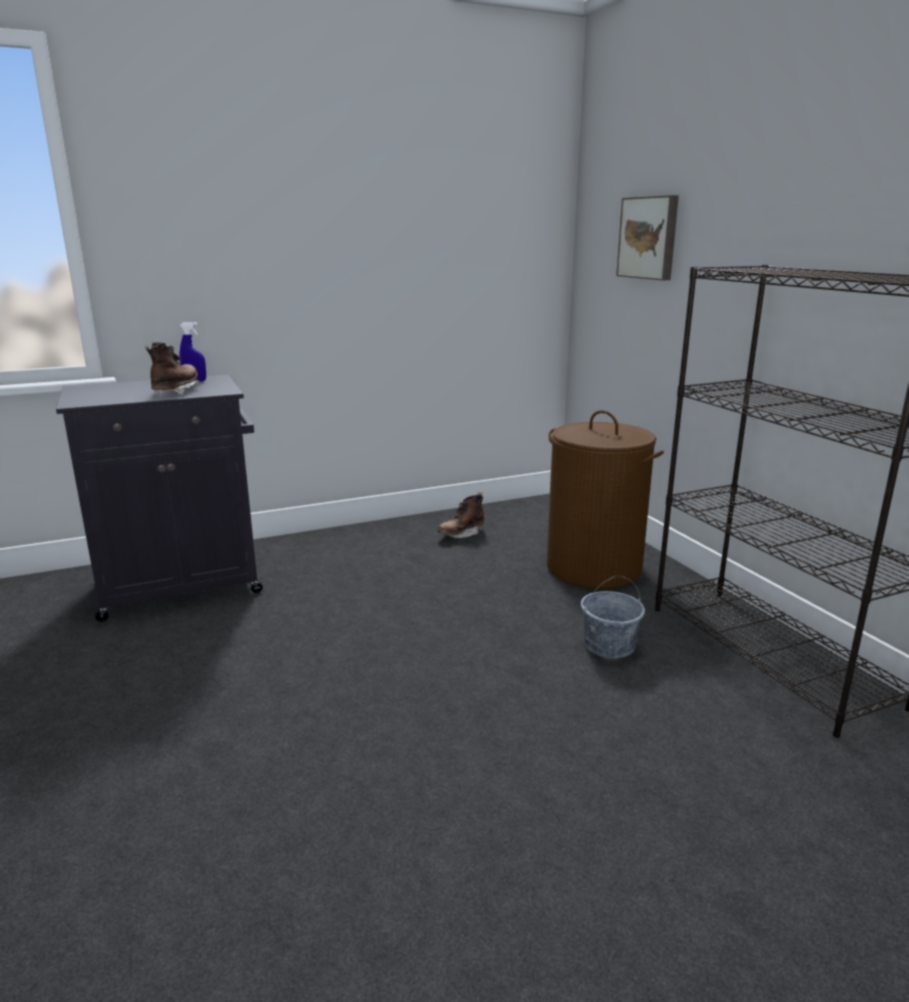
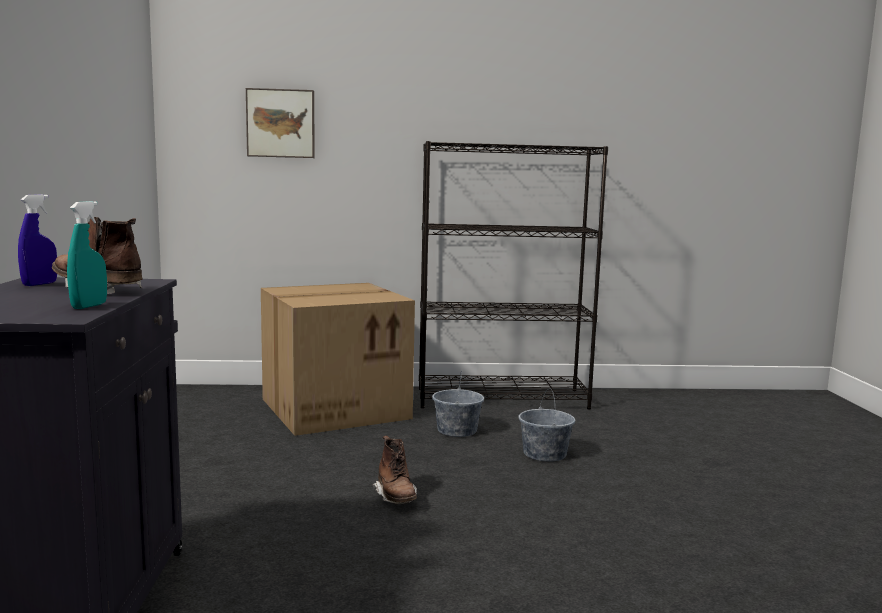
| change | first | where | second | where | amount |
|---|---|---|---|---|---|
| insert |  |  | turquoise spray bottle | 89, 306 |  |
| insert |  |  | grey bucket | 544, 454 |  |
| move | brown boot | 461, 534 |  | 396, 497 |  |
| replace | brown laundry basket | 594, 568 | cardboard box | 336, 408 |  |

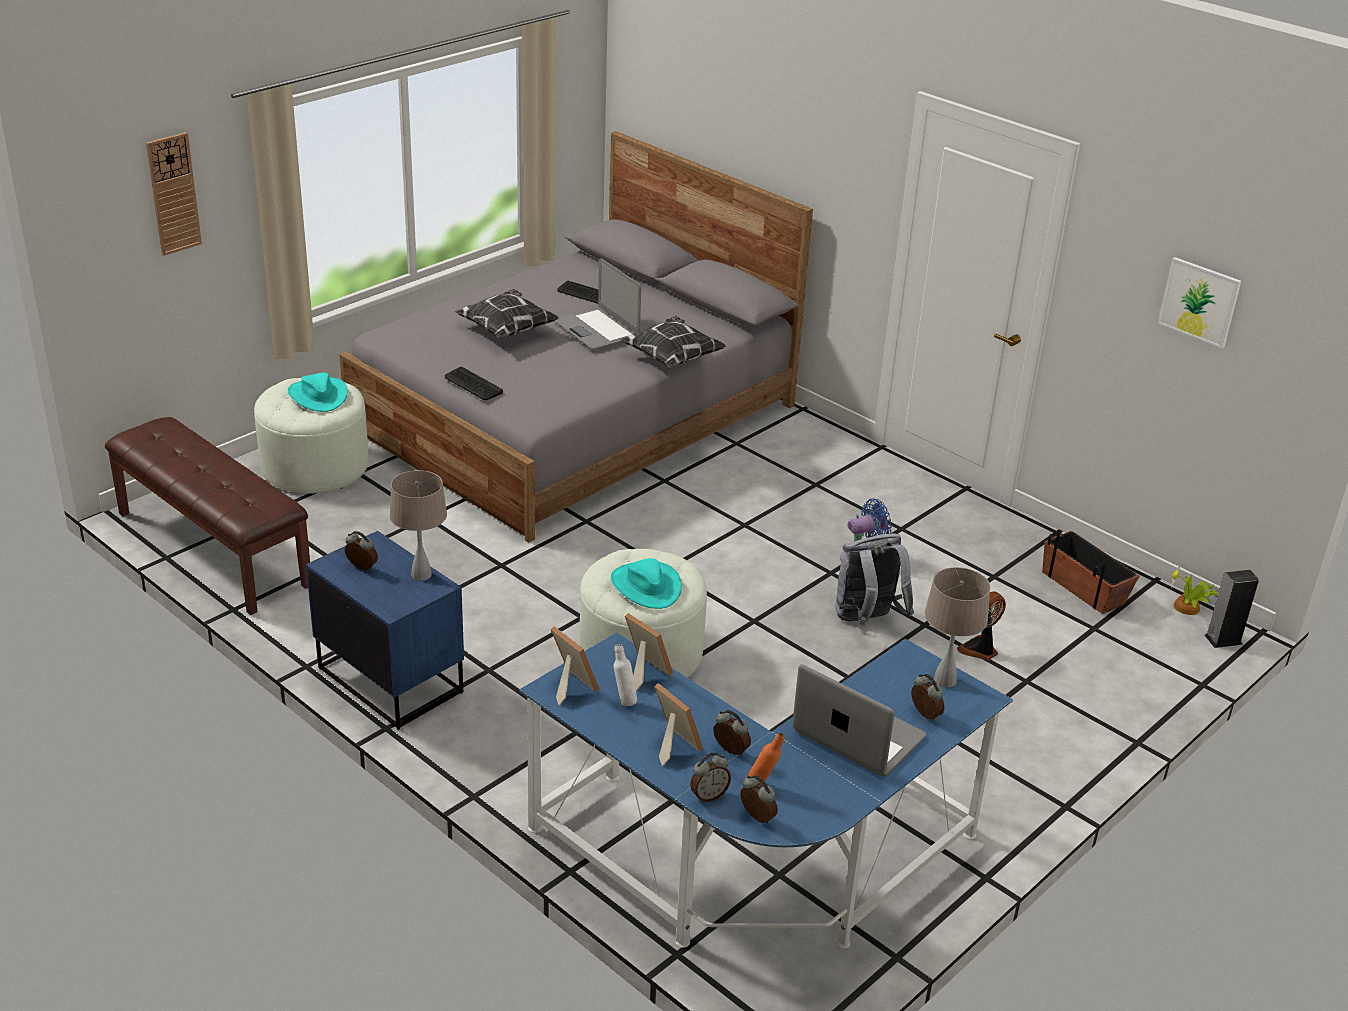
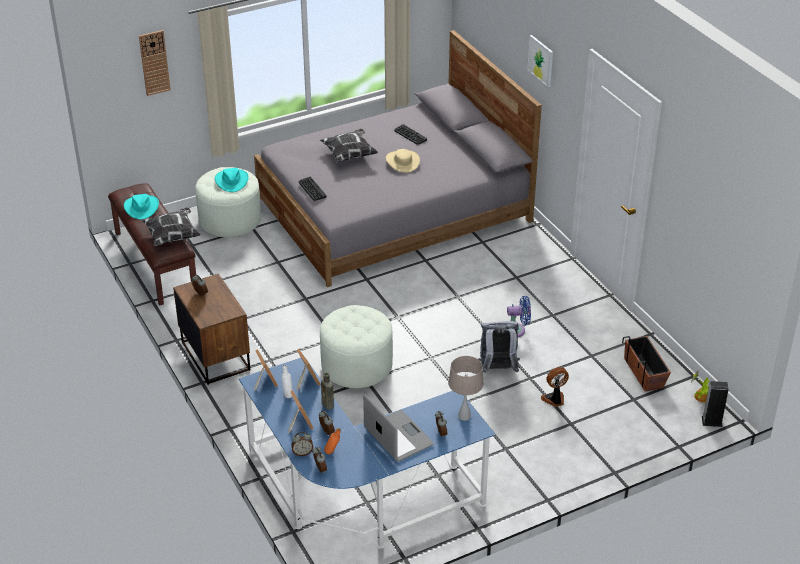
| change | first | where | second | where | amount |
|---|---|---|---|---|---|
| delete | beige table lamp | 421, 574 |  |  |  |
| insert |  |  | brown bottle | 328, 405 |  |
| move | turquoise hat | 645, 586 |  | 141, 207 |  |
| move | pillow | 672, 358 |  | 173, 236 |  |
| move | picture | 1199, 301 |  | 541, 60 |  |
| replace | laptop | 597, 330 | beige hat | 402, 161 |  |
| recolor | blue nightstand | 391, 679 | brown nightstand | 216, 356 |  |

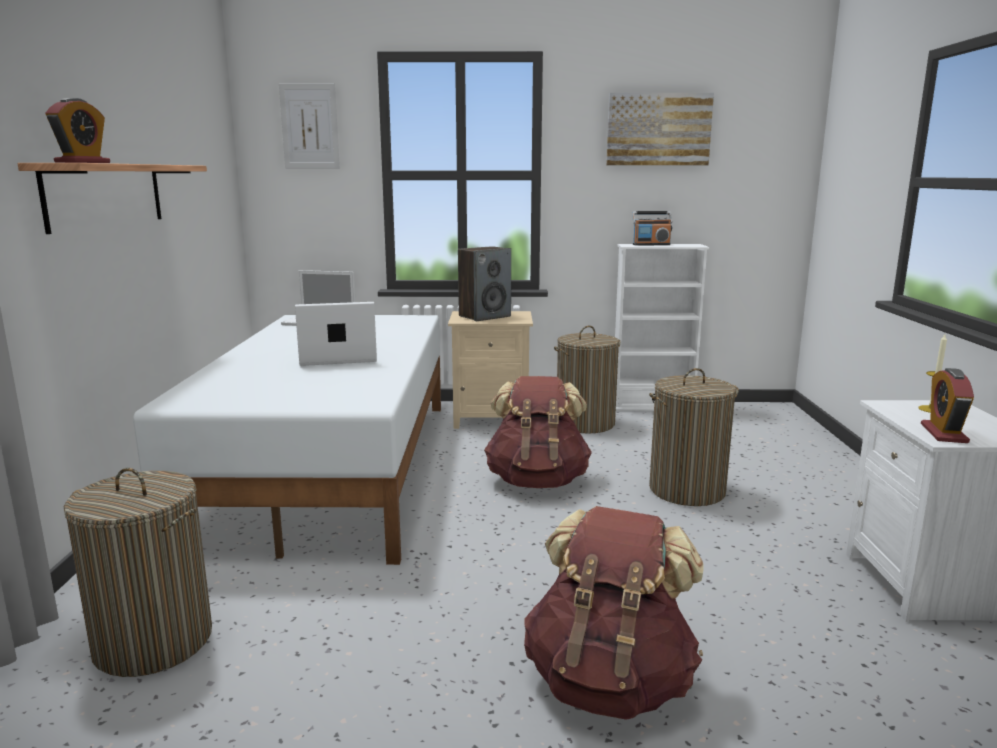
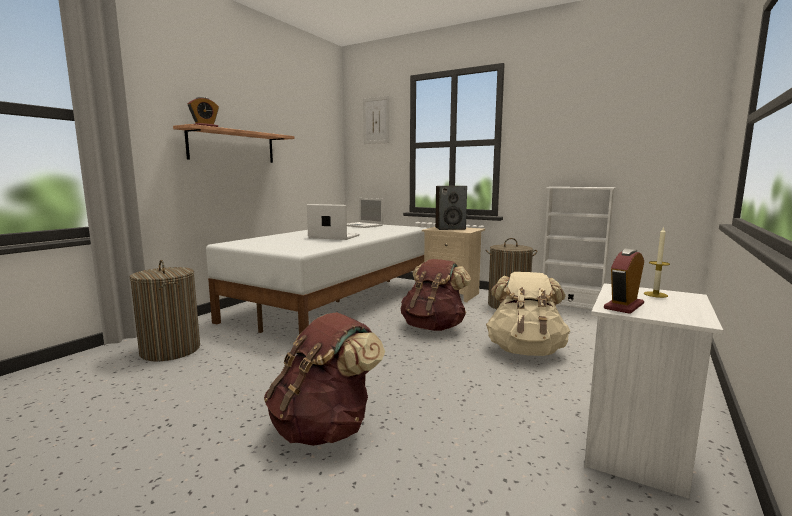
| change | first | where | second | where | amount |
|---|---|---|---|---|---|
| delete | picture | 658, 129 |  |  |  |
| delete | radio | 651, 244 |  |  |  |
| replace | laundry basket | 687, 490 | beige backpack | 525, 351 |  |

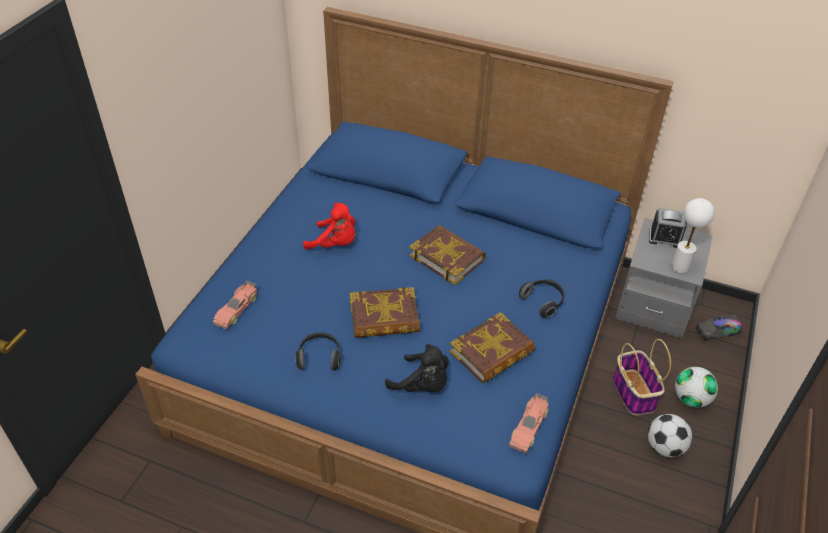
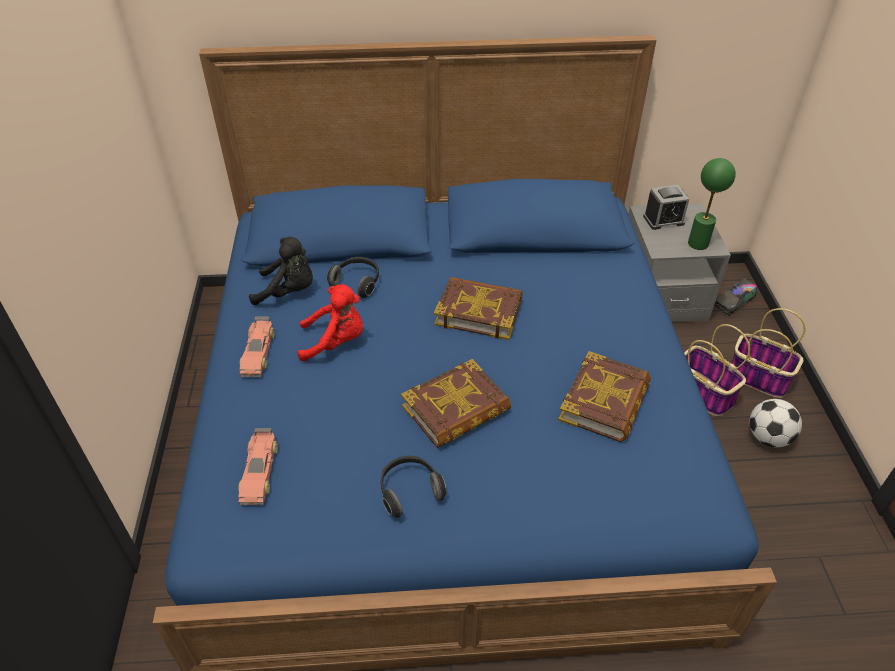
| change | first | where | second | where | amount |
|---|---|---|---|---|---|
| move | black plush toy | 422, 385 |  | 288, 292 |  |
| move | toy car | 529, 427 |  | 258, 352 |  |
| move | headphones | 543, 302 |  | 357, 283 |  |
| replace | football | 691, 399 | basket | 757, 378 |  |
| recolor | white table lamp | 680, 267 | green table lamp | 698, 243 |  |

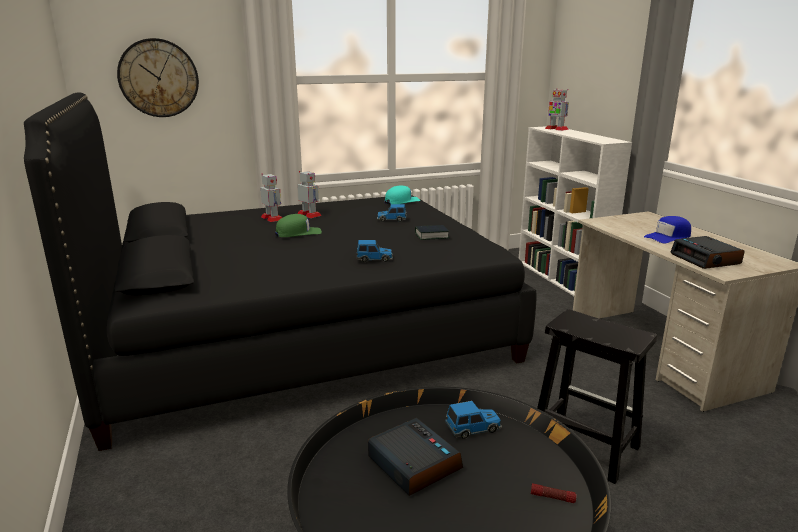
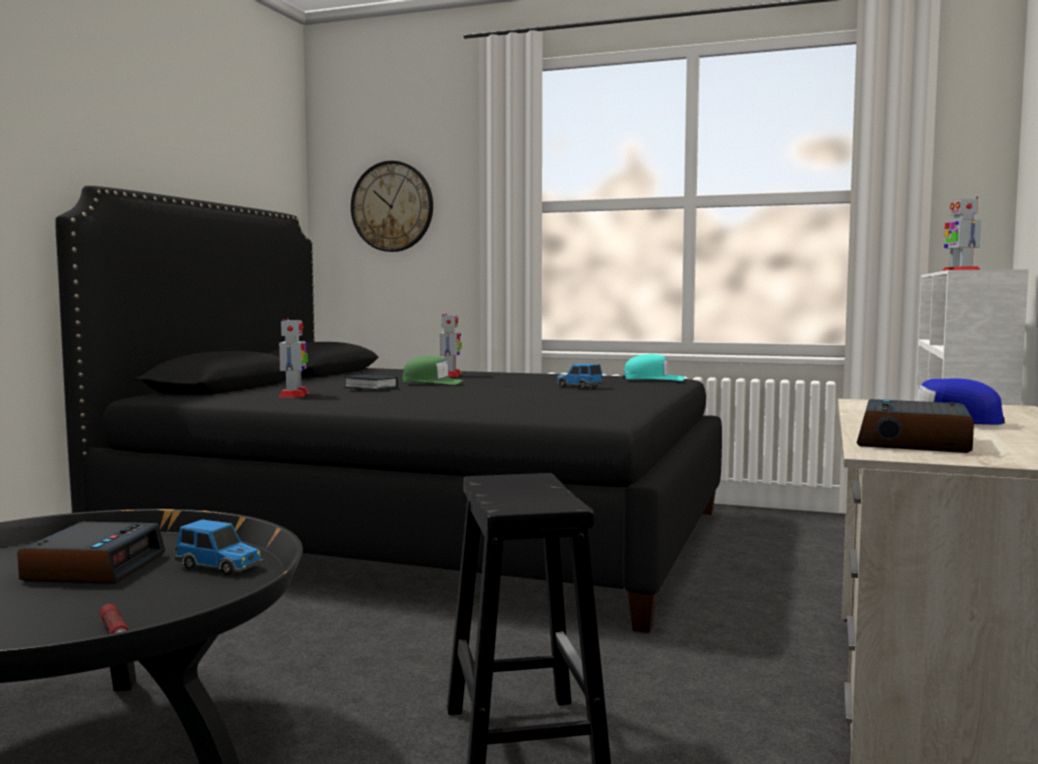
| change | first | where | second | where | amount |
|---|---|---|---|---|---|
| delete | toy car | 374, 259 |  |  |  |
| move | toy robot | 309, 215 |  | 294, 395 |  |
| move | book | 431, 236 |  | 371, 388 |  |

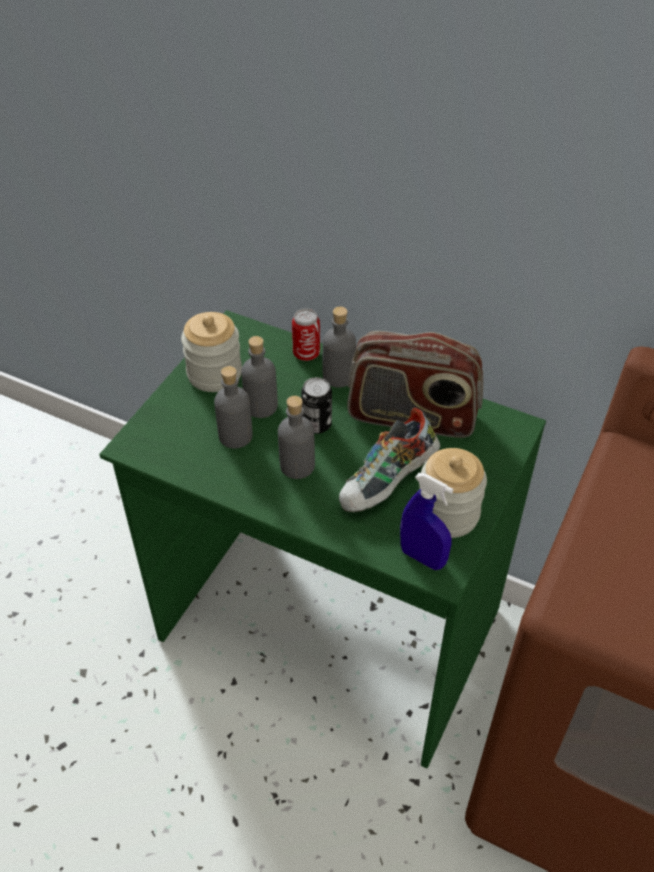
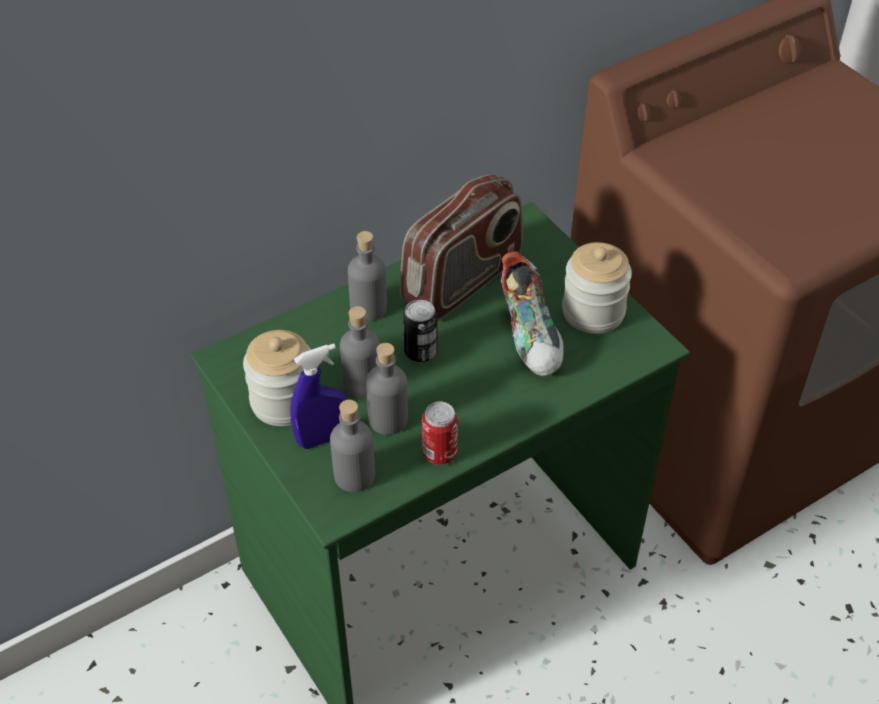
| change | first | where | second | where | amount |
|---|---|---|---|---|---|
| move | grey bottle | 297, 466 |  | 354, 476 |  |
| move | can | 306, 354 |  | 439, 453 |  |
| move | blue spray bottle | 422, 557 |  | 322, 438 |  |

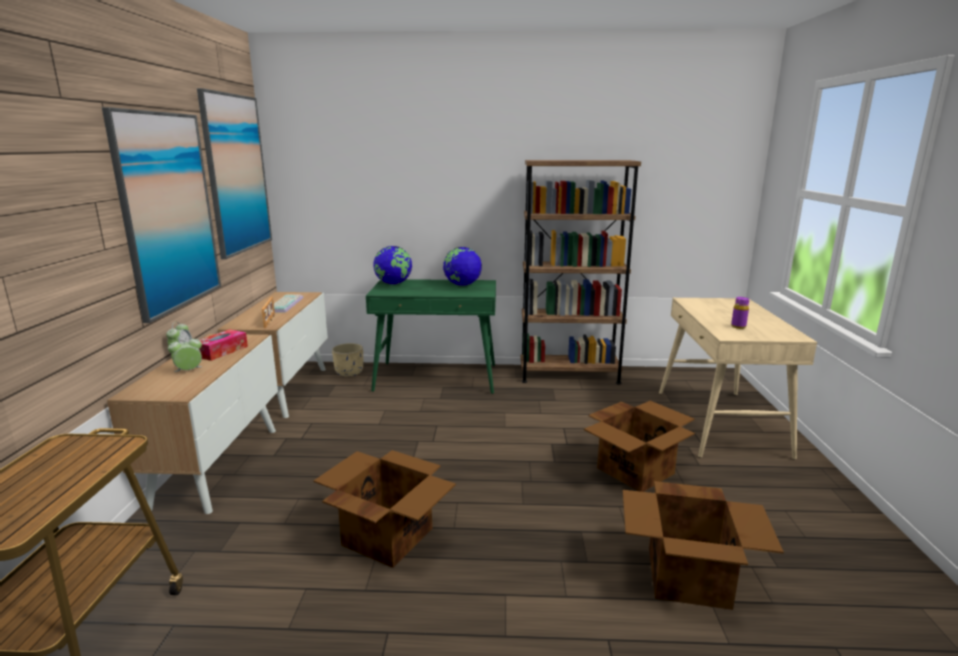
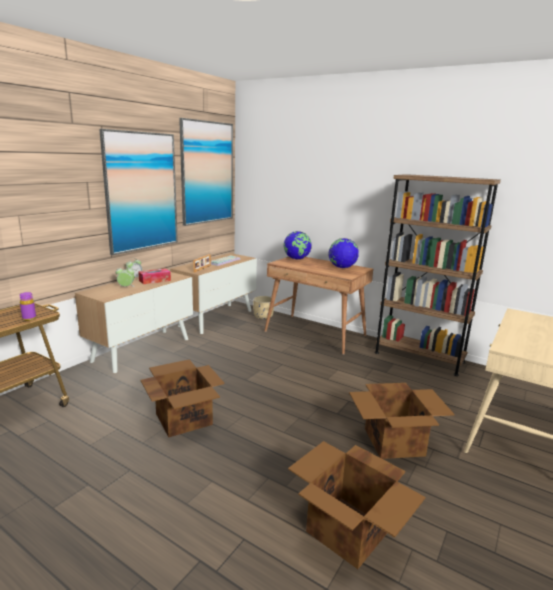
| change | first | where | second | where | amount |
|---|---|---|---|---|---|
| move | purple bottle | 738, 326 |  | 29, 318 |  |
| recolor | green desk | 437, 378 | brown desk | 315, 334 |  |

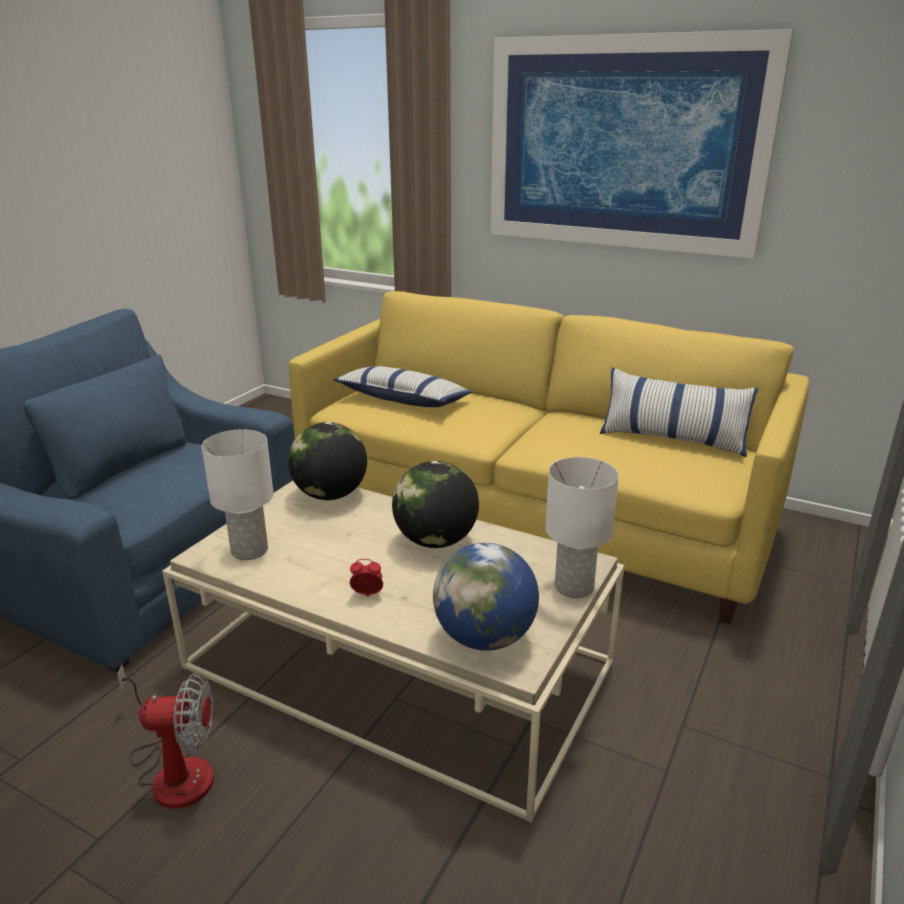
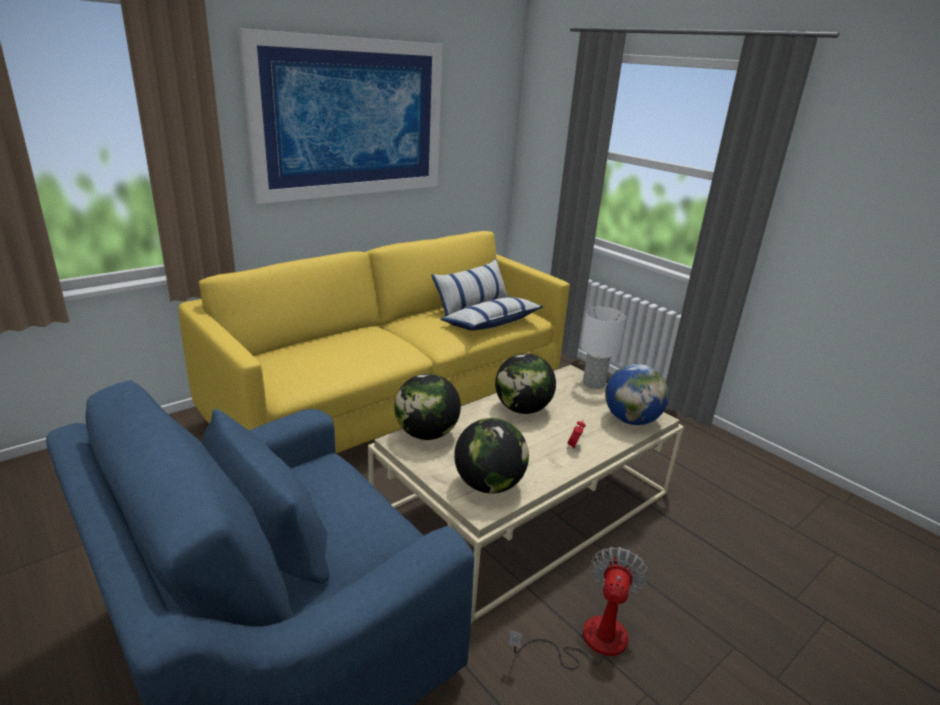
| change | first | where | second | where | amount |
|---|---|---|---|---|---|
| move | pillow | 403, 400 |  | 492, 323 |  |
| replace | white table lamp | 250, 550 | globe | 488, 485 |  |

